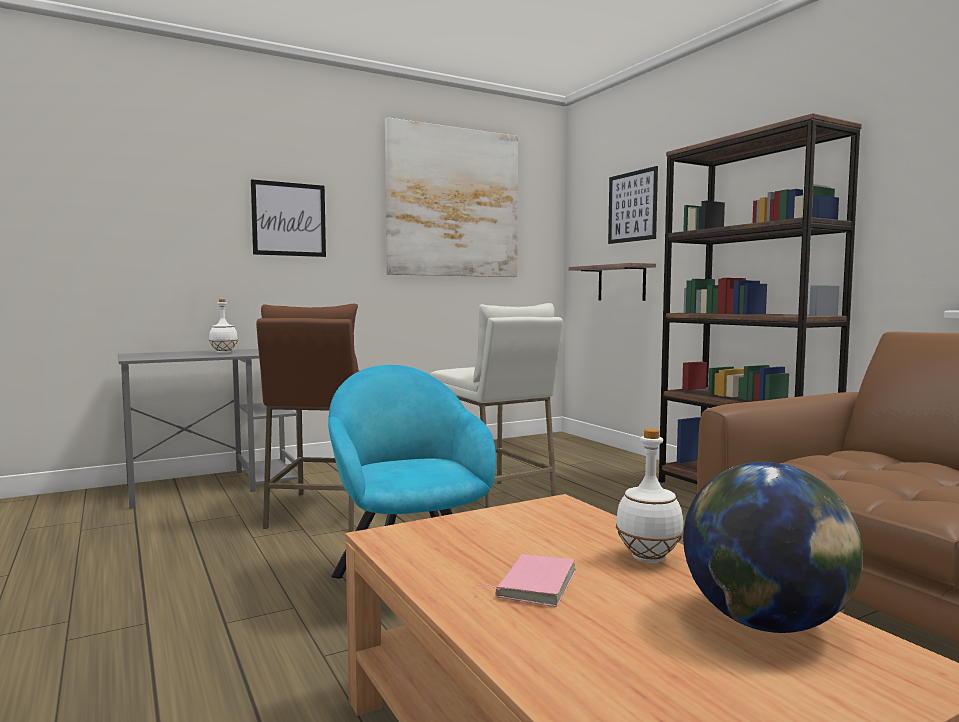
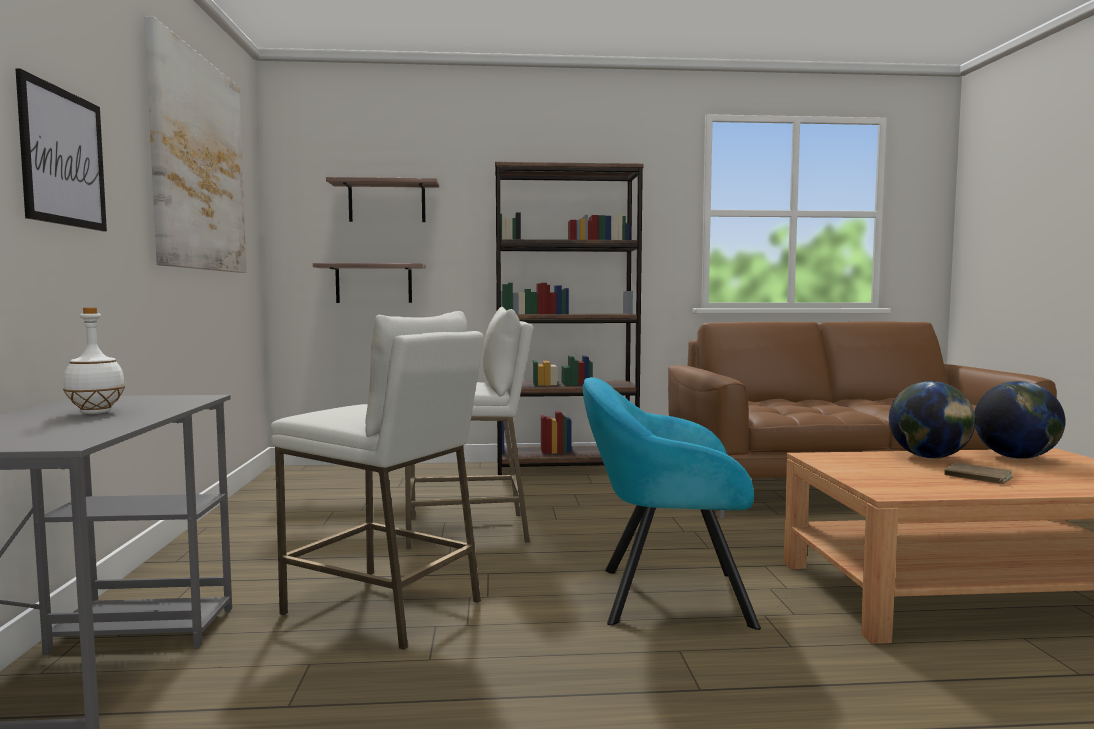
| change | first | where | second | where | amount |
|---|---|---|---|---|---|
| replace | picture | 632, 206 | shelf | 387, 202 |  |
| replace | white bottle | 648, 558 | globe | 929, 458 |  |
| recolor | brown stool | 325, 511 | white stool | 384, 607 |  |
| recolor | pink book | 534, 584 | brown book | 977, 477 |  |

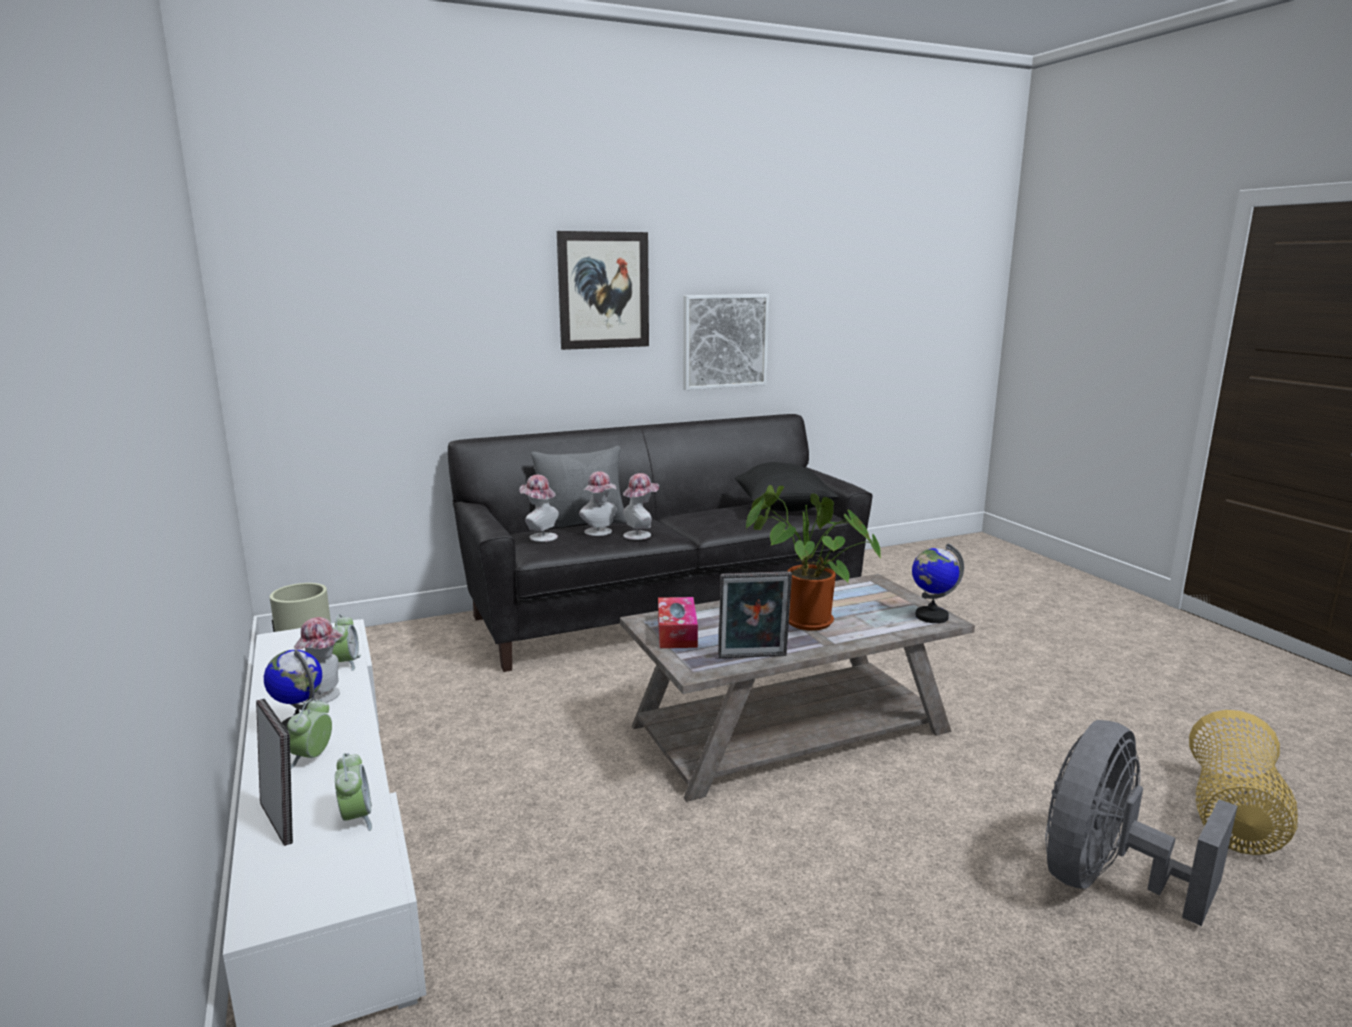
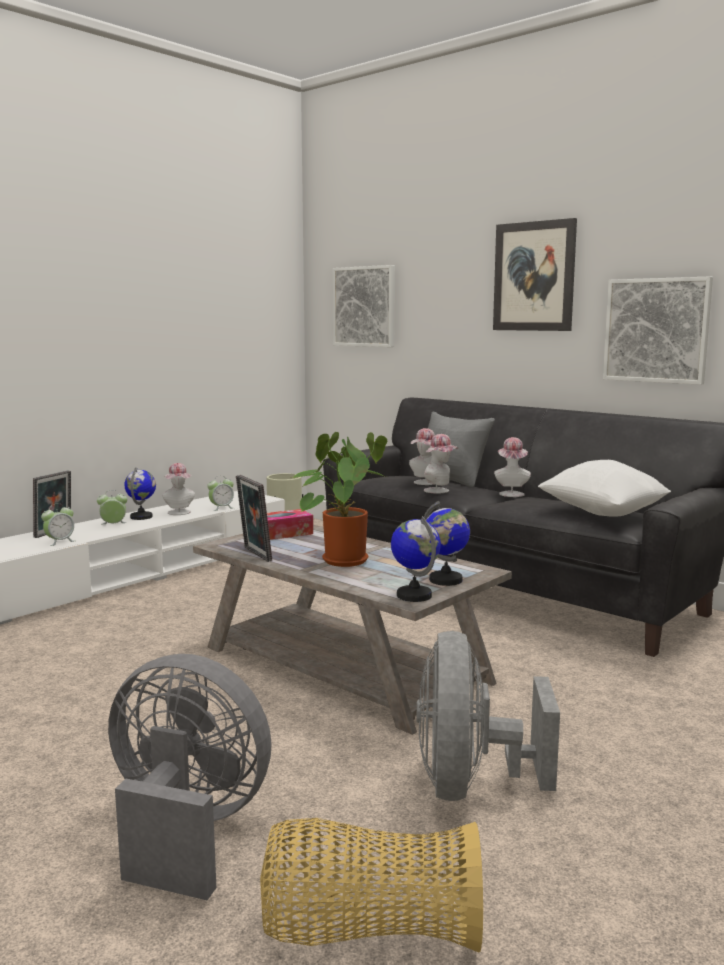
| change | first | where | second | where | amount |
|---|---|---|---|---|---|
| insert |  |  | picture | 364, 306 |  |
| insert |  |  | grey fan | 470, 785 |  |
| insert |  |  | globe | 445, 580 |  |
| move | hat | 540, 536 |  | 511, 493 |  |
| recolor | black pillow | 783, 509 | white pillow | 602, 513 |  |

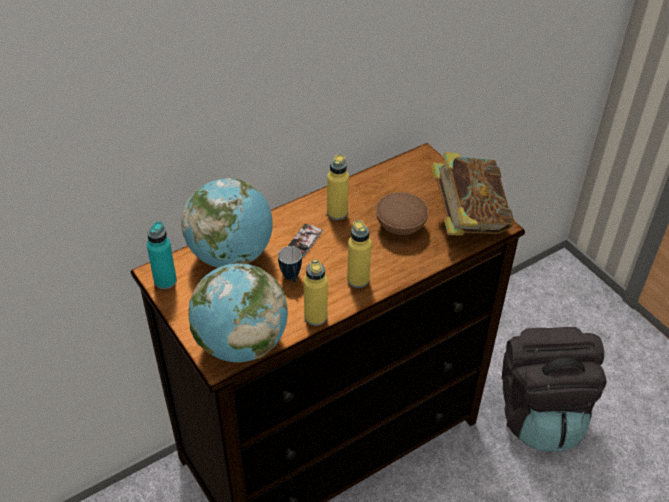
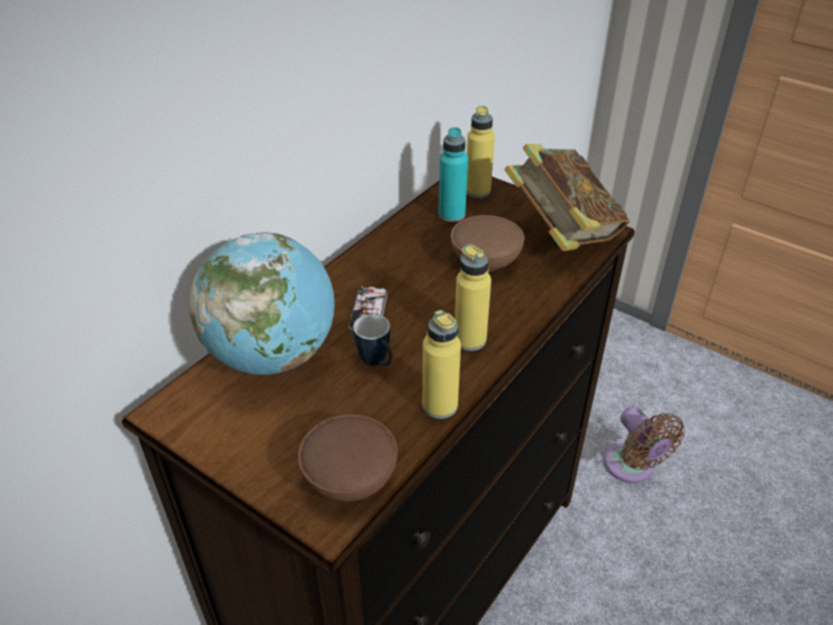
| change | first | where | second | where | amount |
|---|---|---|---|---|---|
| move | turquoise bottle | 165, 281 |  | 451, 214 |  |
| move | yellow bottle | 337, 213 |  | 477, 191 |  |
| replace | globe | 241, 343 | brown bowl | 348, 478 |  |
| replace | black backpack | 540, 413 | brown fan | 632, 468 |  |

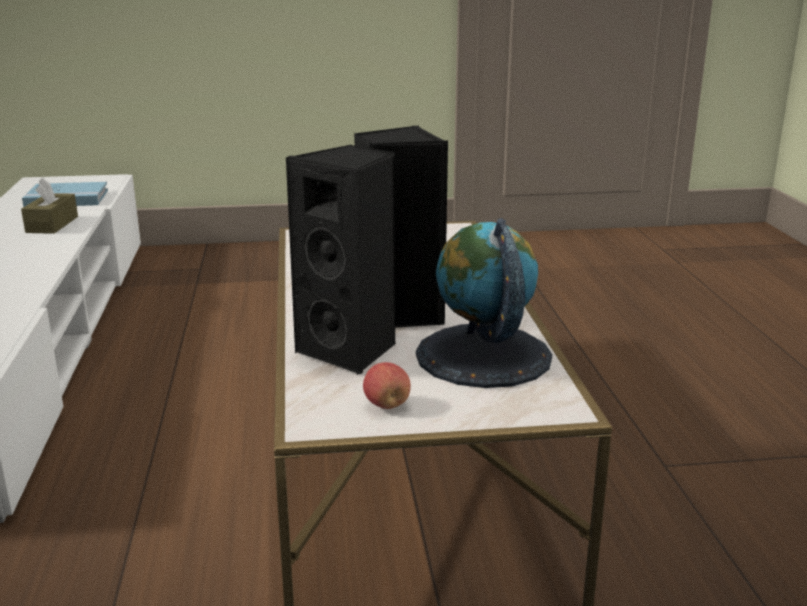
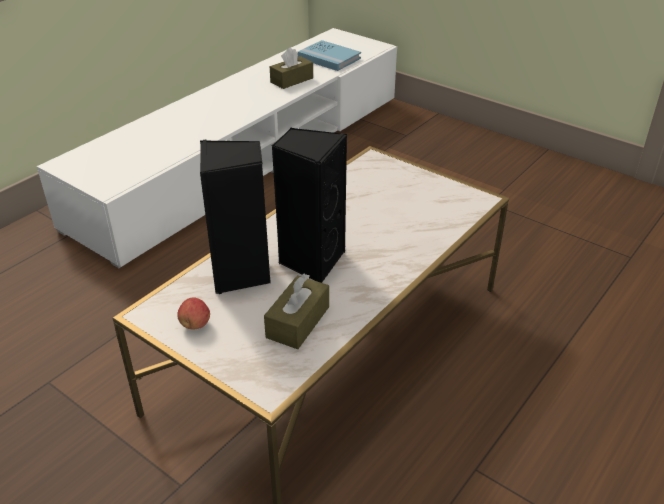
| change | first | where | second | where | amount |
|---|---|---|---|---|---|
| replace | globe | 482, 356 | brown tissue box | 298, 322 |  |

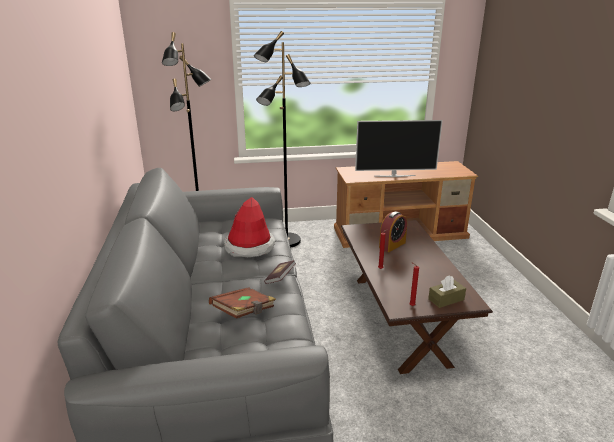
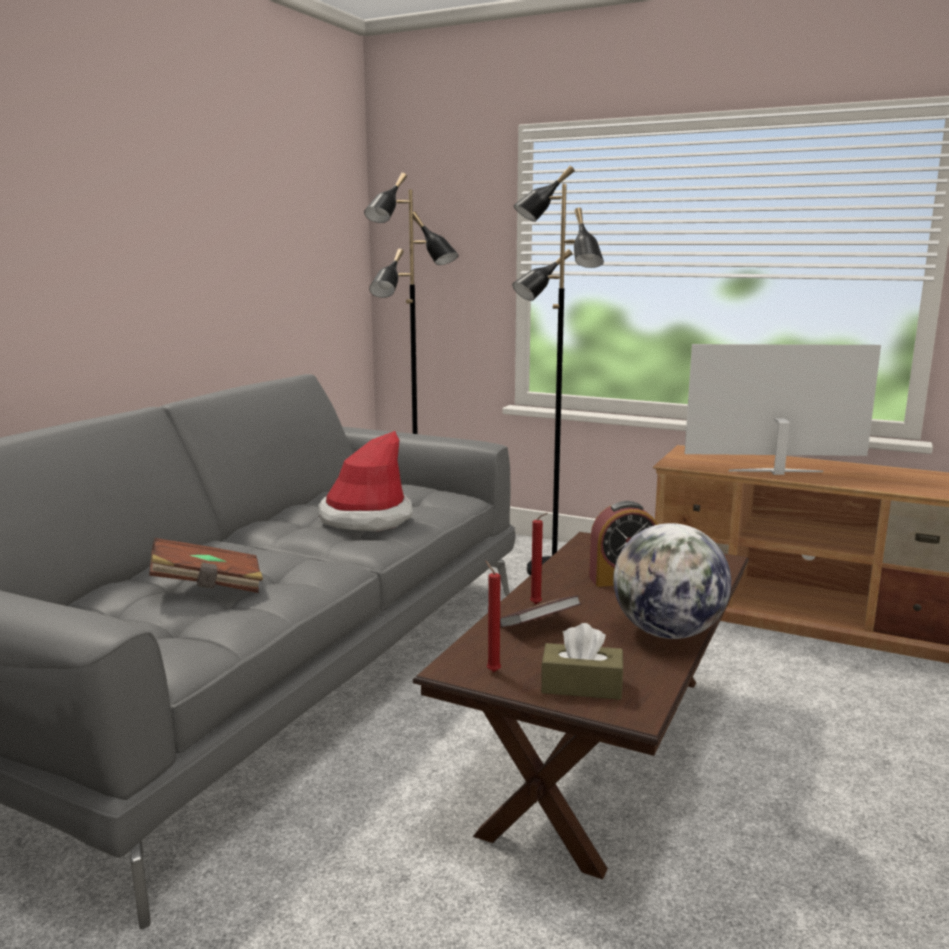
| change | first | where | second | where | amount |
|---|---|---|---|---|---|
| insert |  |  | globe | 668, 633 |  |
| move | book | 280, 278 |  | 539, 626 |  |
| rotate | television | 394, 175 |  | 776, 472 | 150 degrees clockwise |

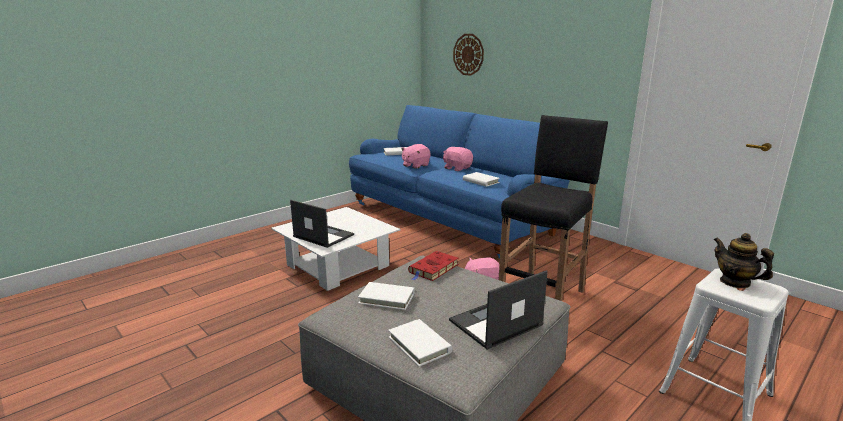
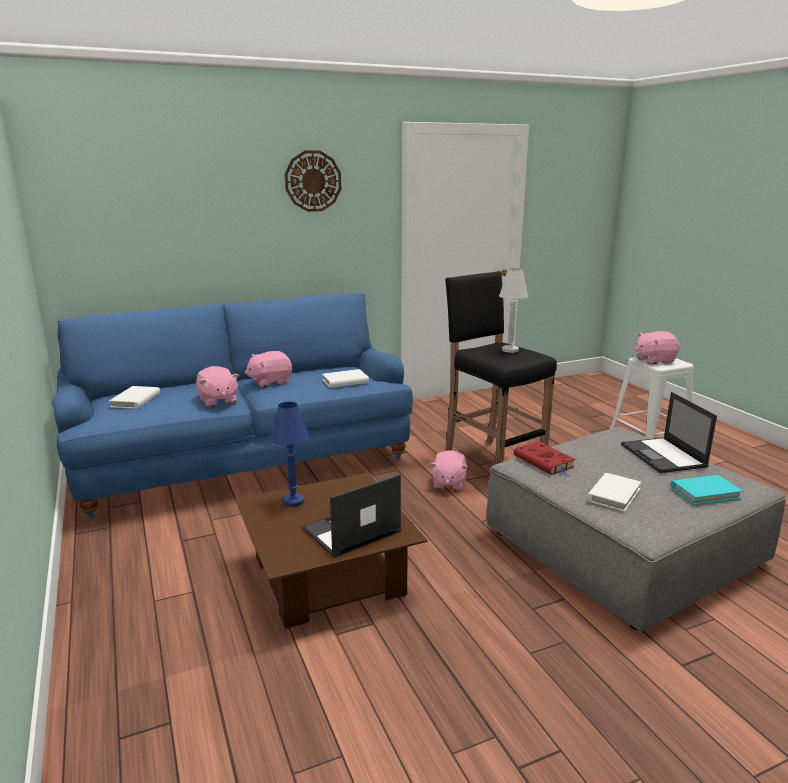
| change | first | where | second | where | amount |
|---|---|---|---|---|---|
| insert |  |  | blue table lamp | 293, 501 |  |
| insert |  |  | white table lamp | 510, 350 |  |
| move | wall clock | 468, 54 |  | 313, 181 |  |
| replace | teapot | 735, 282 | pink plush toy | 654, 360 |  |
| recolor | white coffee table | 338, 266 | brown coffee table | 328, 576 |  |
| recolor | white book | 419, 345 | turquoise book | 705, 493 |  |

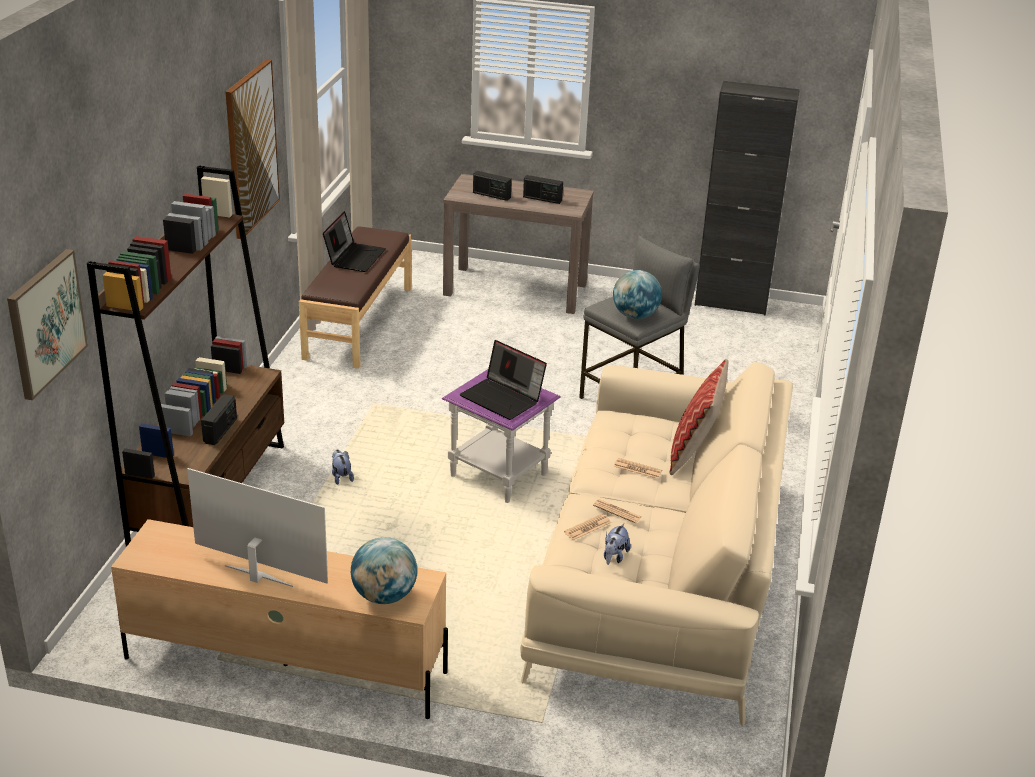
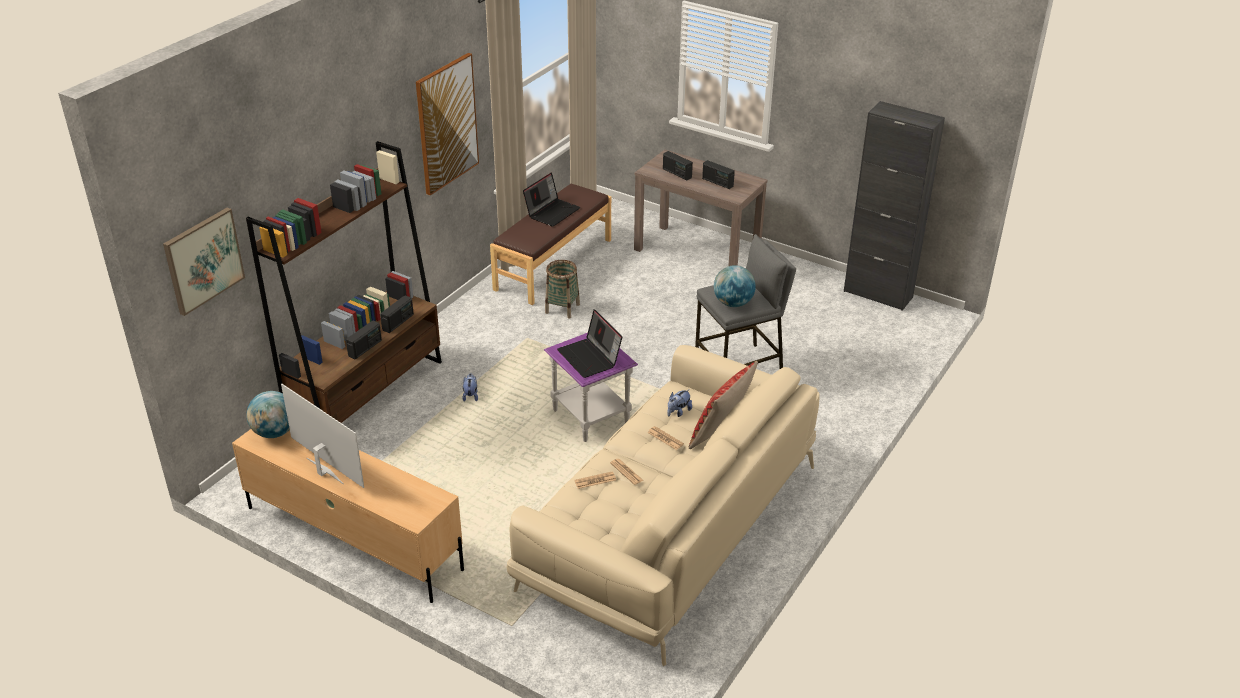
| change | first | where | second | where | amount |
|---|---|---|---|---|---|
| insert |  |  | radio | 398, 322 |  |
| insert |  |  | basket | 562, 308 |  |
| move | globe | 384, 596 |  | 274, 432 |  |
| move | plush toy | 614, 557 |  | 678, 412 |  |

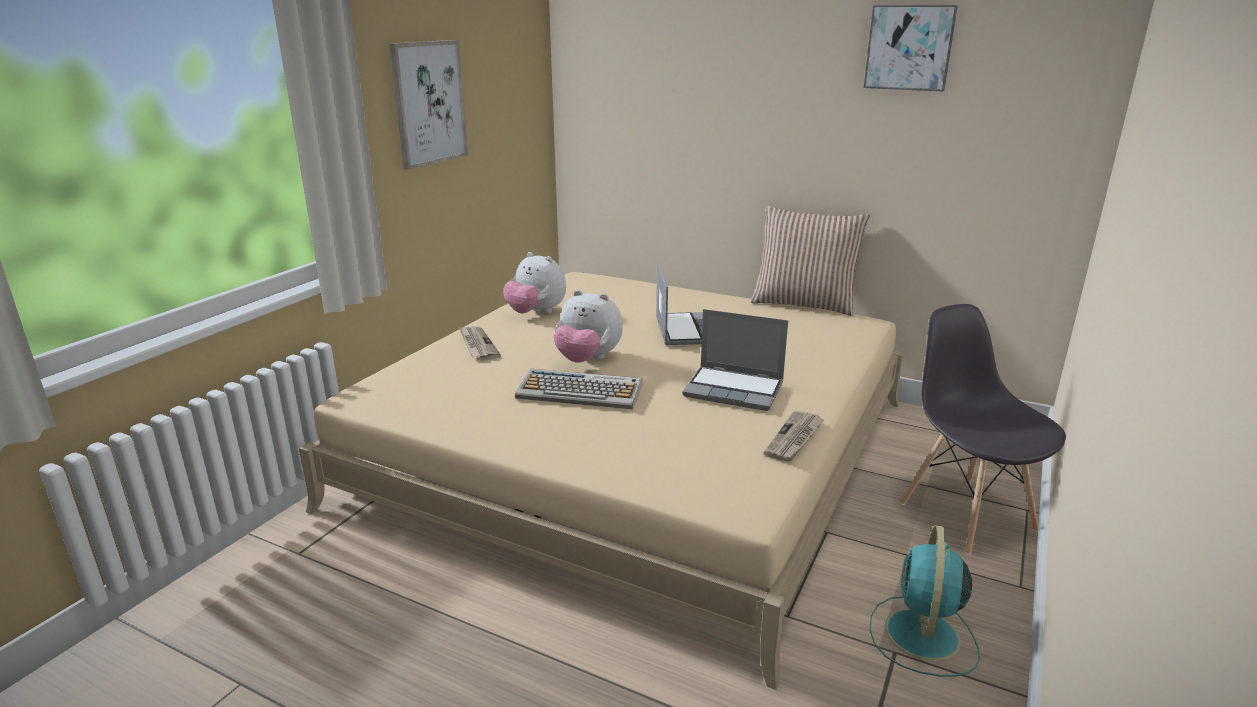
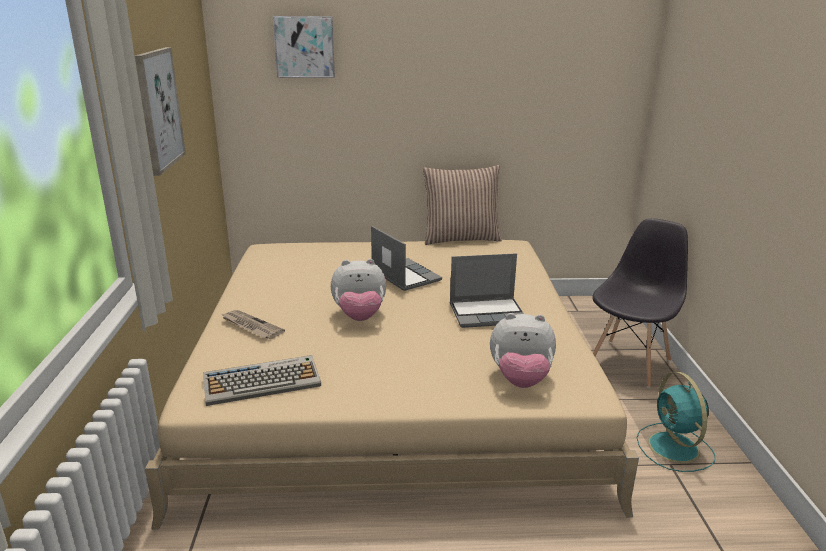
| change | first | where | second | where | amount |
|---|---|---|---|---|---|
| delete | newspaper | 794, 439 |  |  |  |
| move | plush toy | 536, 313 |  | 520, 380 |  |
| move | keyboard | 581, 391 |  | 263, 381 |  |
| move | picture | 909, 48 |  | 304, 47 |  |
| rotate | grey chair | 966, 515 |  | 629, 362 | 90 degrees clockwise |

